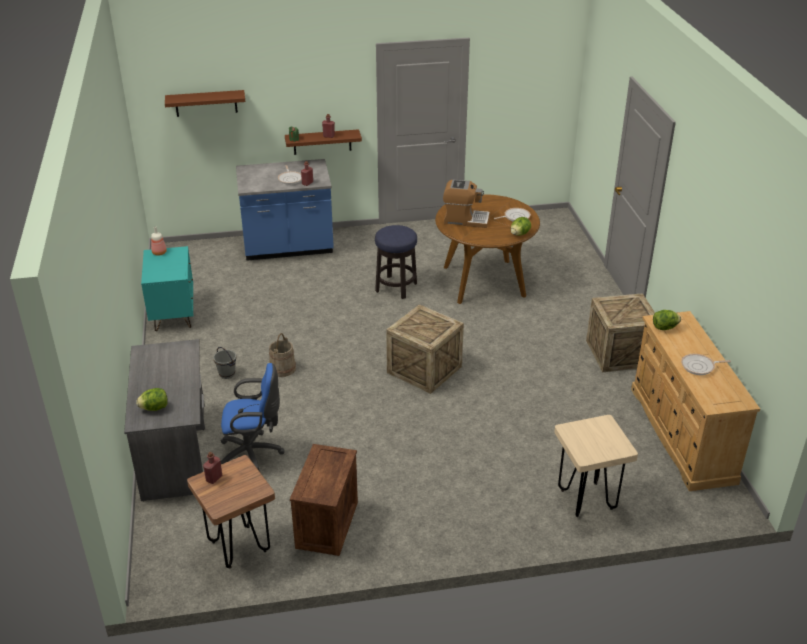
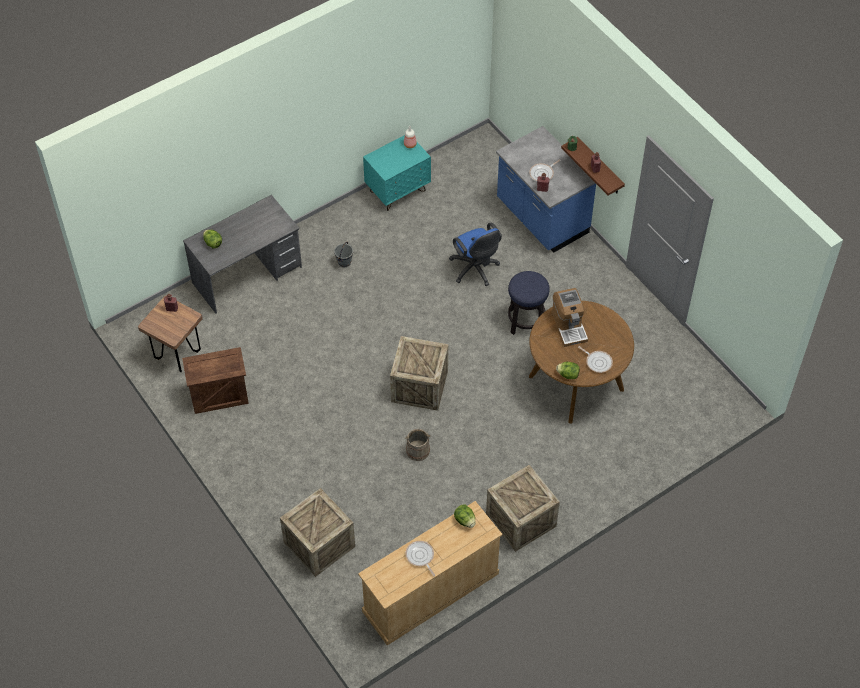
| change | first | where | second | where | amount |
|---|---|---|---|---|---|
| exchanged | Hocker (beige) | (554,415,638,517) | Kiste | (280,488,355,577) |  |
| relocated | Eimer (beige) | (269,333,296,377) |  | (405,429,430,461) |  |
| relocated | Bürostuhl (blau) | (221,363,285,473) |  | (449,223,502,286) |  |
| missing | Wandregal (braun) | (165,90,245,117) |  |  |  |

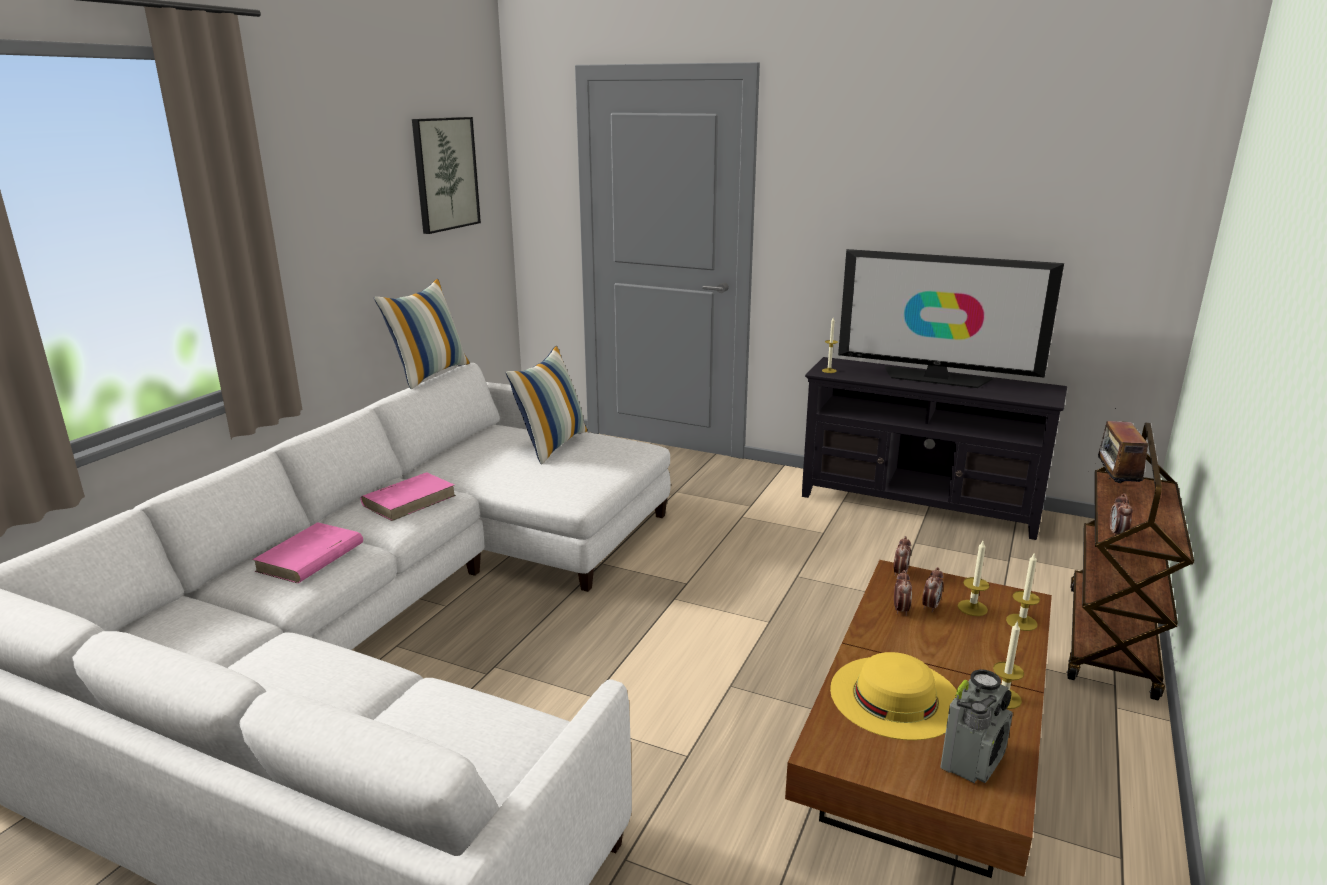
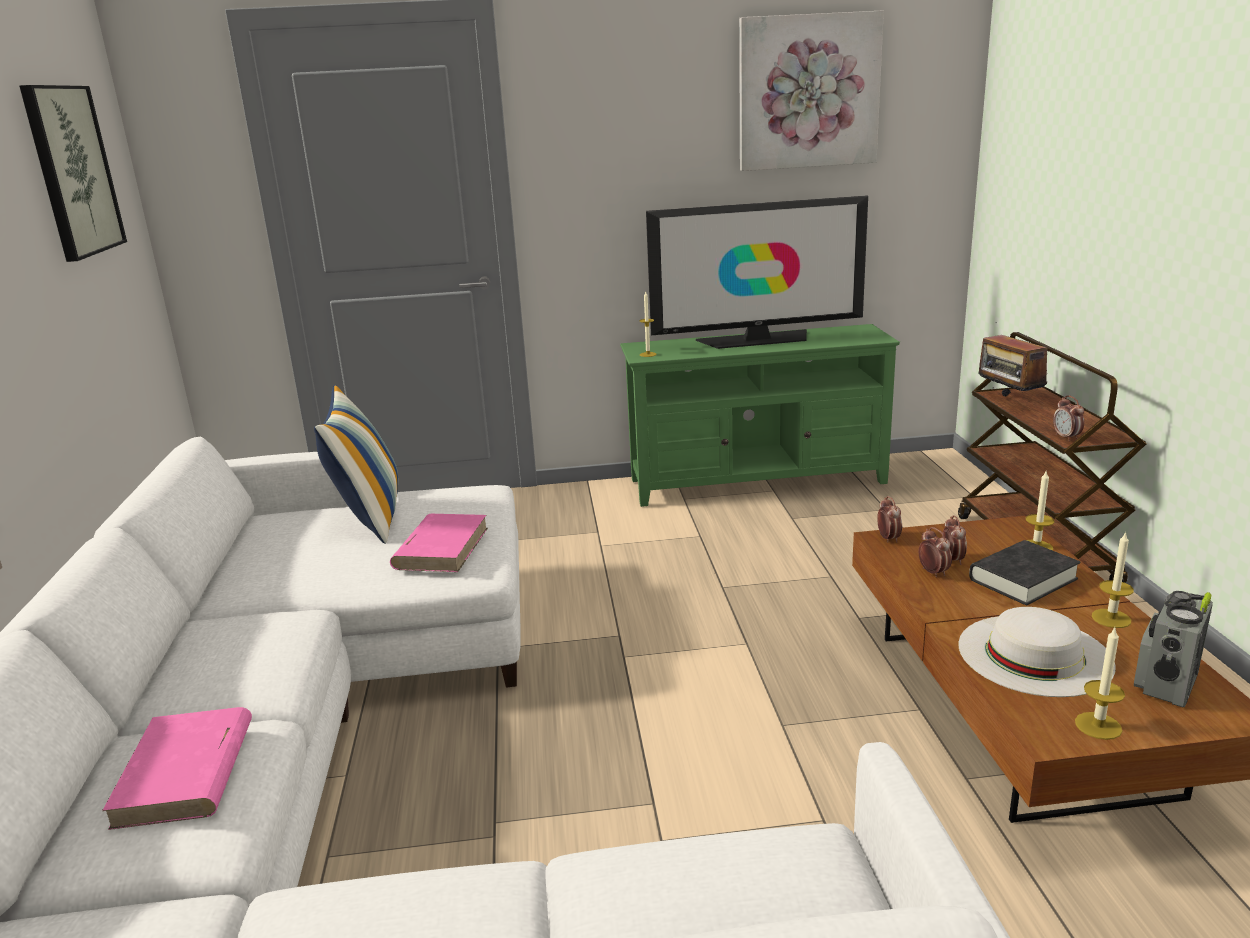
| change | first | where | second | where | amount |
|---|---|---|---|---|---|
| relocated | Buch (rosa) | (361,472,456,521) |  | (390,514,488,572) |  |
| colour | Fernsehschrank (schwarz) | (802,357,1067,540) | Fernsehschrank (grün) | (620,324,900,507) |  |
| appeared |  |  | Bild | (739,10,884,171) |  |
| colour | Hut (gelb) | (830,652,957,740) | Hut (weiß) | (958,607,1115,697) |  |
| appeared |  |  | Buch (schwarz) | (969,540,1080,605) |  |
| relocated | Kerze | (958,541,990,616) |  | (1075,628,1125,740) |  |
| spun | Radio | (940,669,1013,783) |  | (1134,591,1213,707) | 150 degrees counterclockwise |
| missing | Kissen | (374,279,470,389) |  |  |  |

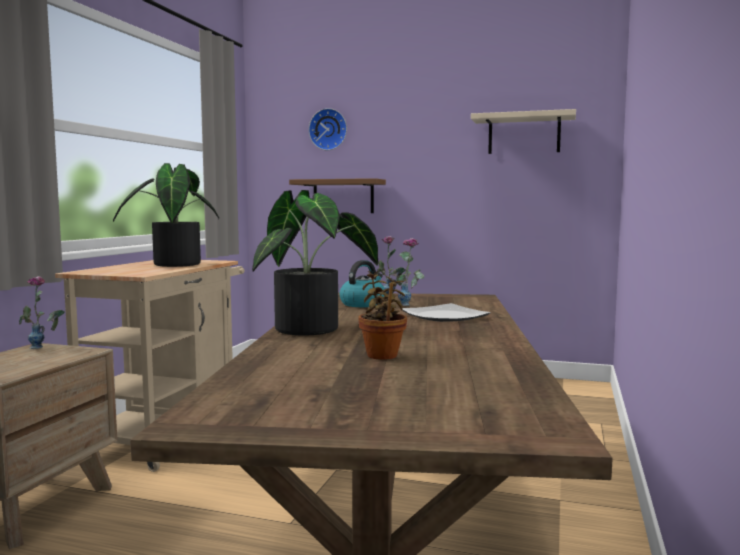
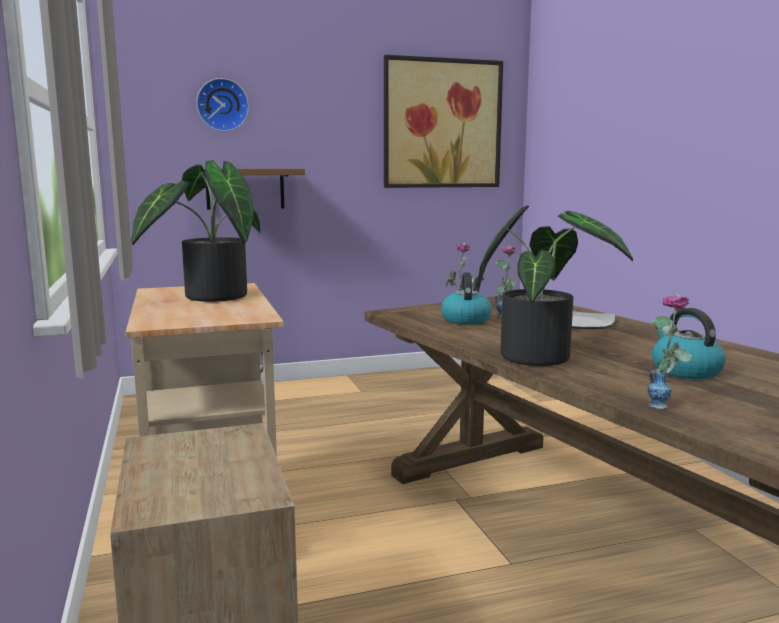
| change | first | where | second | where | amount |
|---|---|---|---|---|---|
| exchanged | Wandregal (beige) | (471,109,576,154) | Bild | (384,55,503,188) |  |
| relocated | Vase | (19,276,65,349) |  | (647,294,692,409) |  |
| exchanged | Topfpflanze | (358,271,407,360) | Wasserkessel | (652,308,726,379) |  |

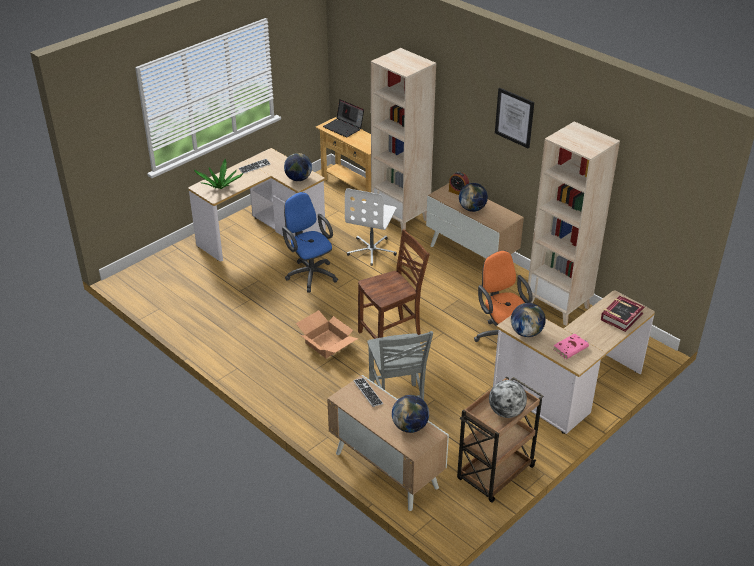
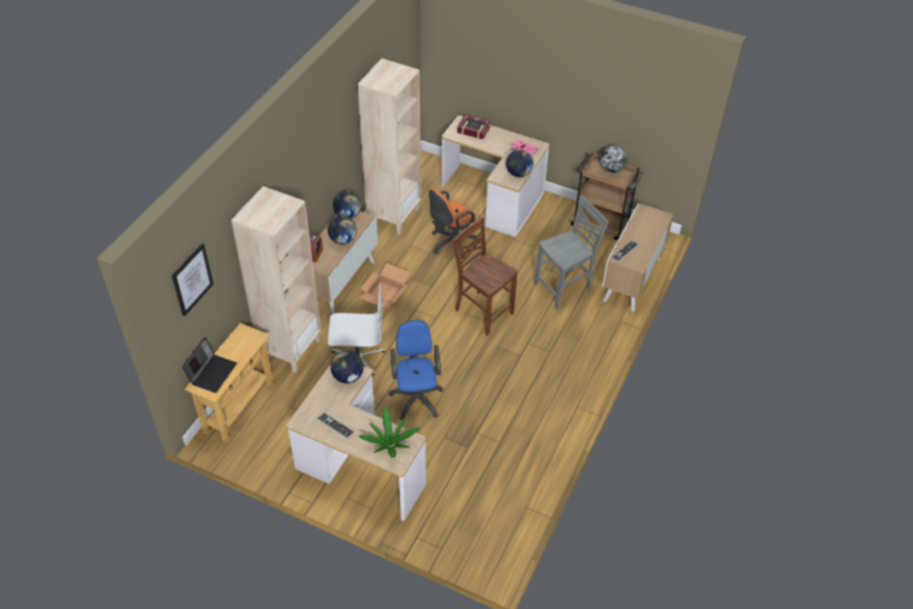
| change | first | where | second | where | amount |
|---|---|---|---|---|---|
| relocated | Bild | (495,88,534,149) |  | (172,243,213,317) |  |
| relocated | Globus | (392,395,429,433) |  | (333,191,361,219) |  |
| relocated | Karton | (296,310,358,358) |  | (359,263,410,309) |  |
| spun | Bürostuhl (blau) | (282,192,338,292) |  | (389,320,443,420) | 135 degrees clockwise |

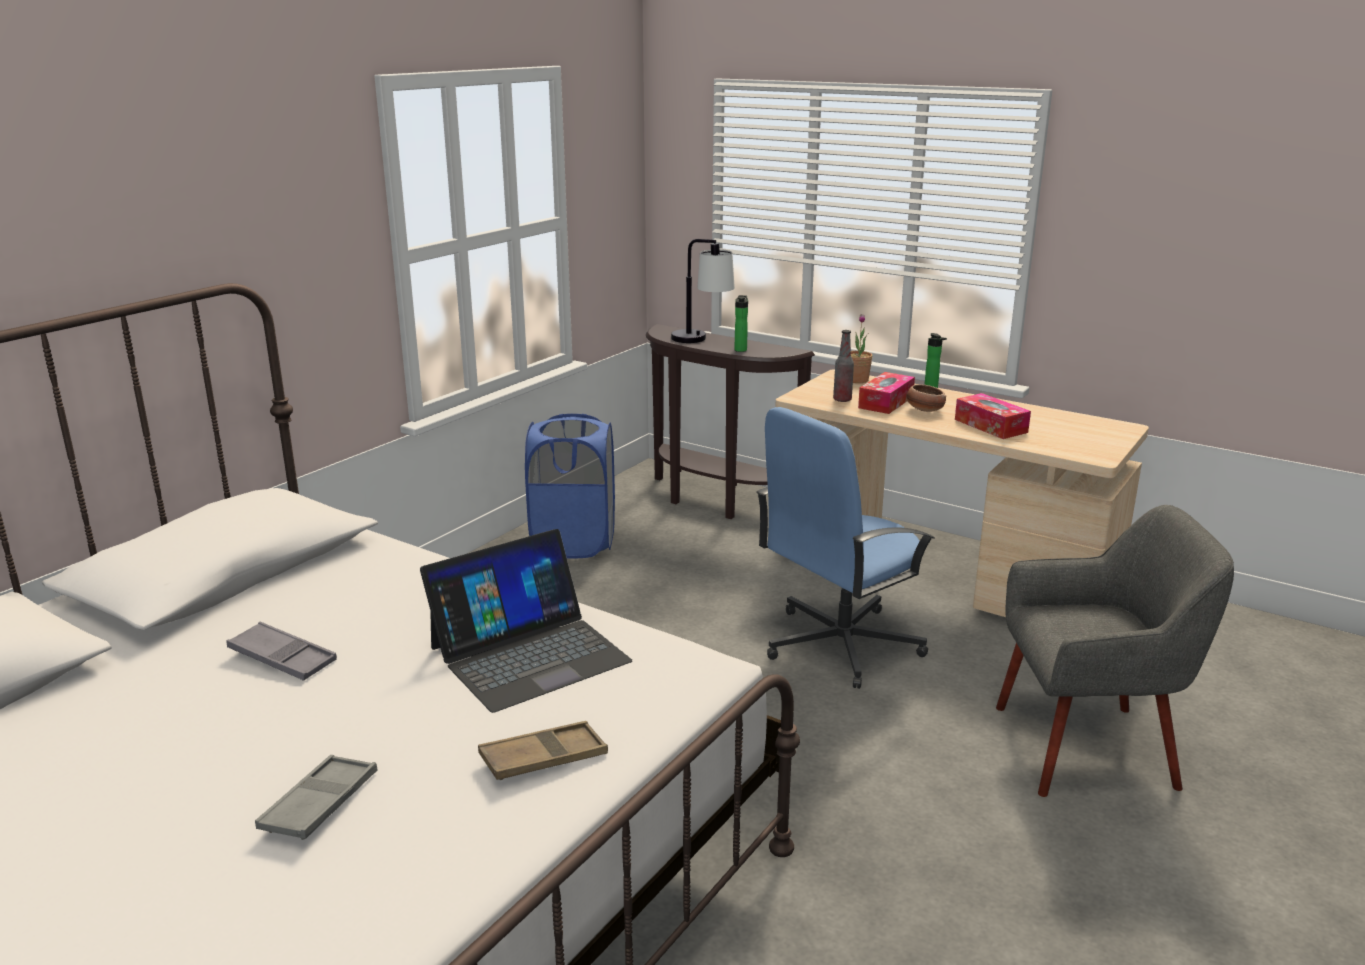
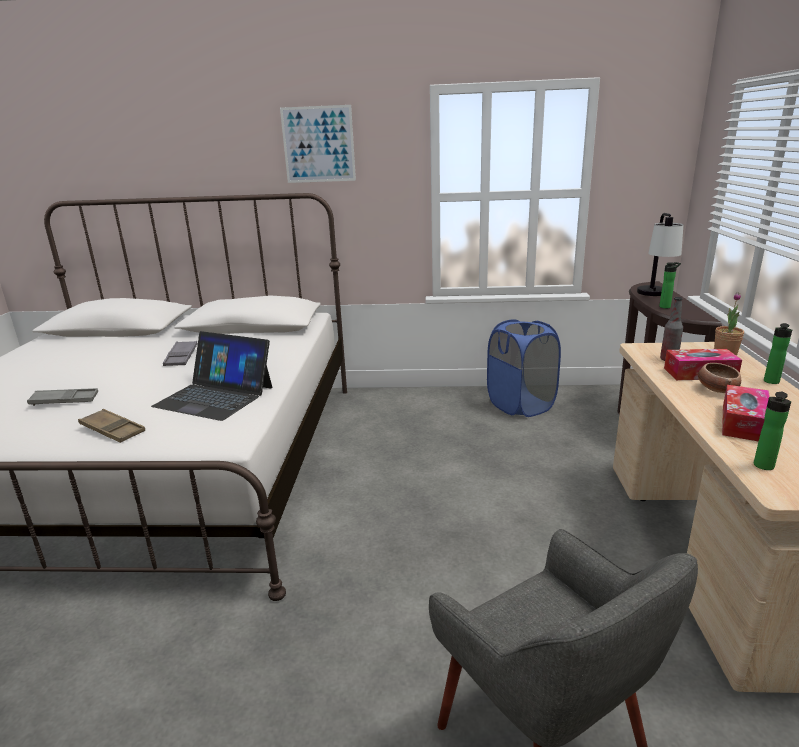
| change | first | where | second | where | amount |
|---|---|---|---|---|---|
| appeared |  |  | Bild | (280,105,356,183) |  |
| appeared |  |  | Flasche | (754,392,791,470) |  |
| missing | Bürostuhl (blau) | (756,407,935,689) |  |  |  |

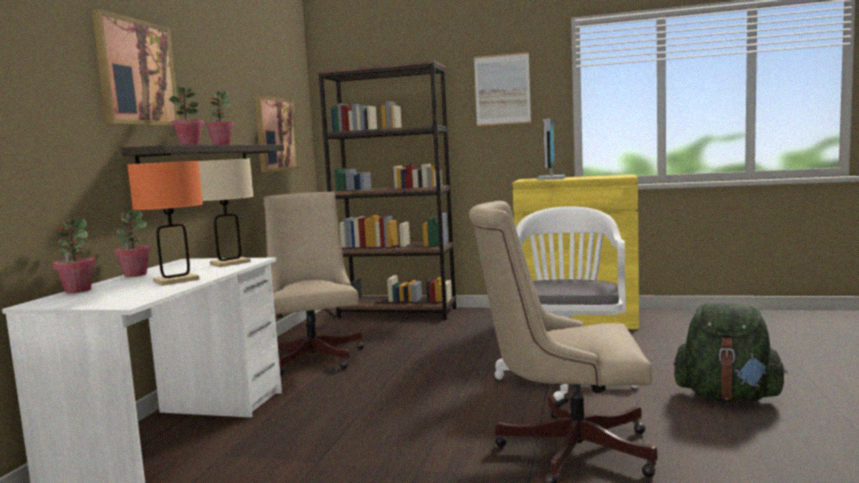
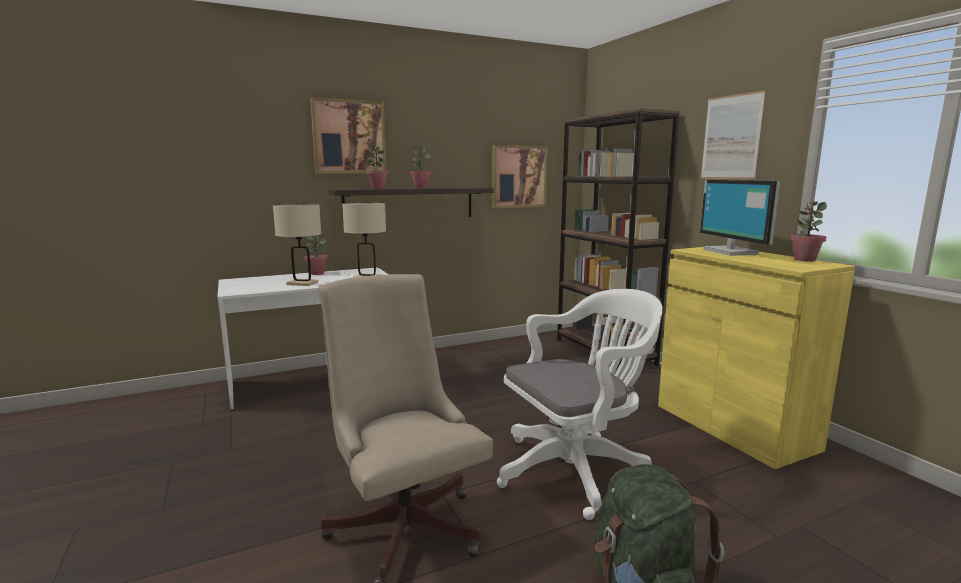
| change | first | where | second | where | amount |
|---|---|---|---|---|---|
| colour | Tischlampe (orange) | (127,161,203,286) | Tischlampe (beige) | (273,204,321,286) |  |
| spun | Monitor | (537,119,565,180) |  | (700,180,780,256) | 105 degrees clockwise |
| relocated | Topfpflanze | (53,219,96,293) |  | (790,201,827,262) |  |
| missing | Bürostuhl (beige) | (263,192,364,375) |  |  |  |

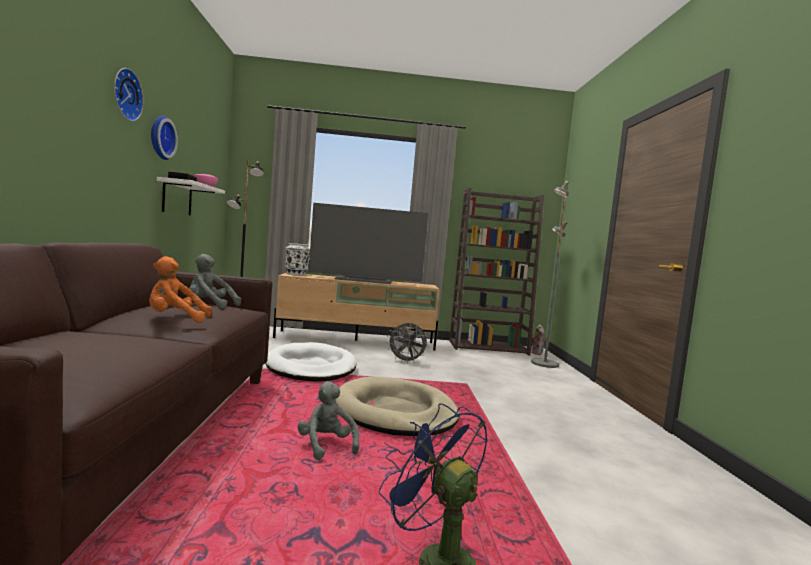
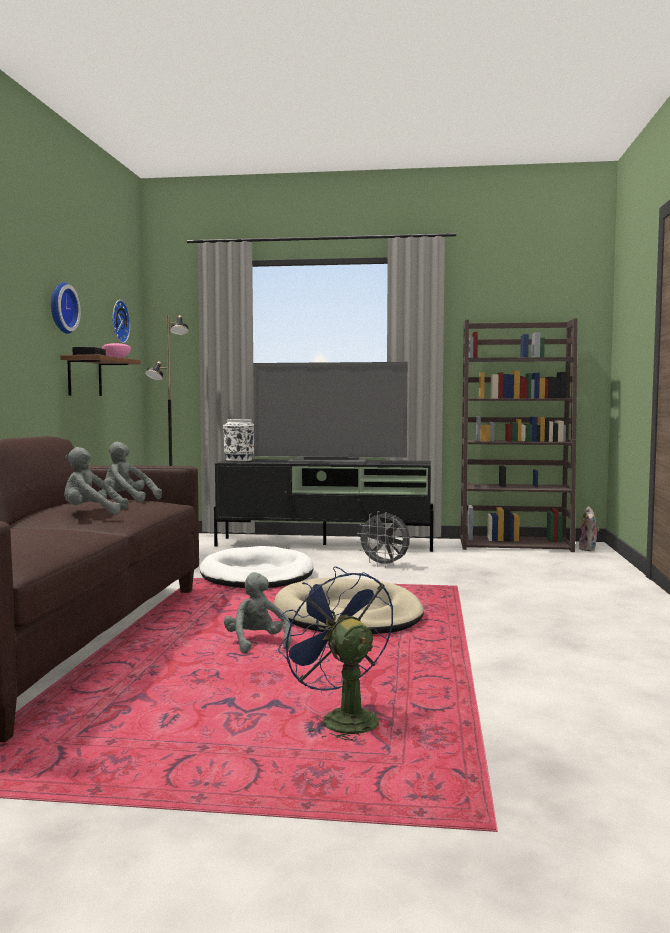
| change | first | where | second | where | amount |
|---|---|---|---|---|---|
| colour | Wandregal (weiß) | (157,177,225,216) | Wandregal (braun) | (60,355,141,396) |  |
| colour | Plüschtier (orange) | (149,256,212,322) | Plüschtier (grau) | (64,447,128,515) |  |
| relocated | Wanduhr | (114,68,144,121) |  | (112,300,130,343) |  |
| colour | Fernsehschrank (beige) | (273,273,440,351) | Fernsehschrank (schwarz) | (214,459,434,552) |  |
| missing | Stehlampe (grau) | (531,181,569,368) |  |  |  |

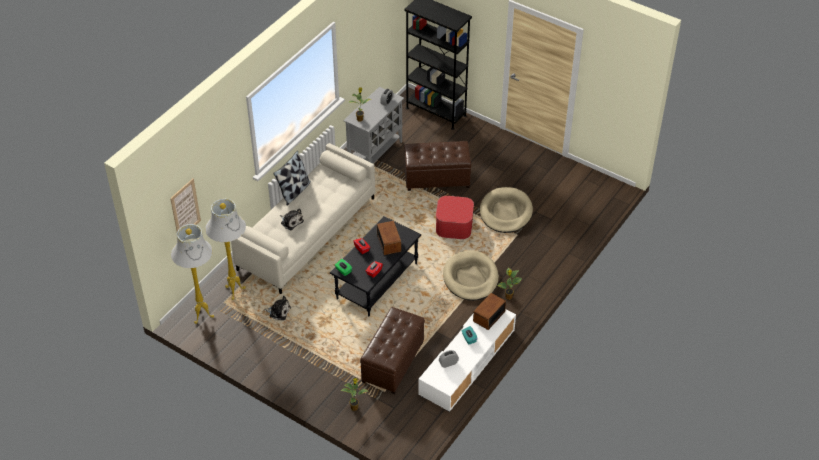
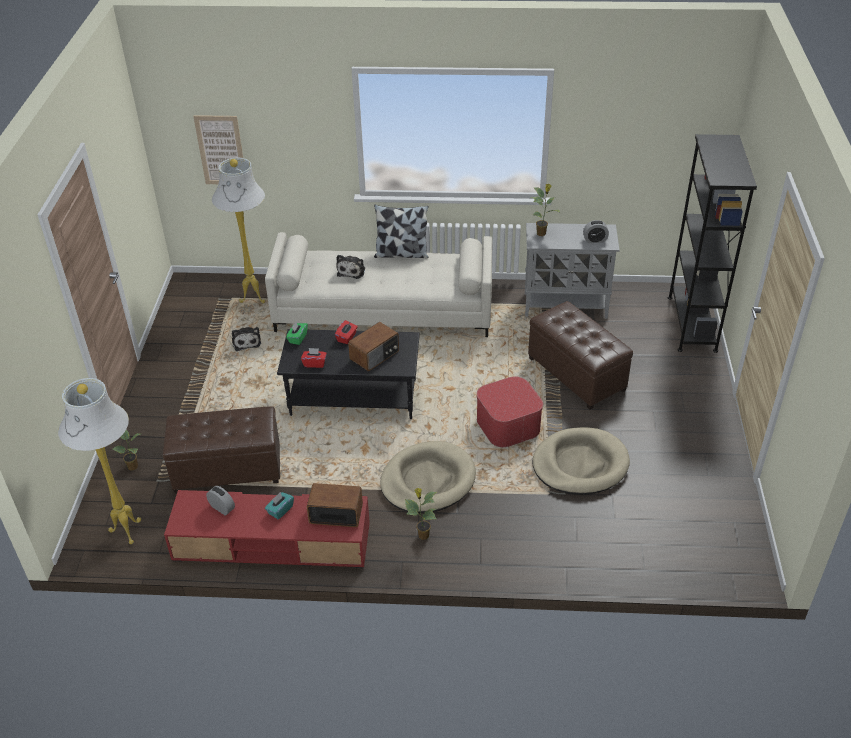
| change | first | where | second | where | amount |
|---|---|---|---|---|---|
| relocated | Stehlampe (weiß) | (171,224,214,324) |  | (58,378,141,544) |  |
| colour | Fernsehschrank (weiß) | (418,310,516,412) | Fernsehschrank (rot) | (164,490,370,568) |  |

